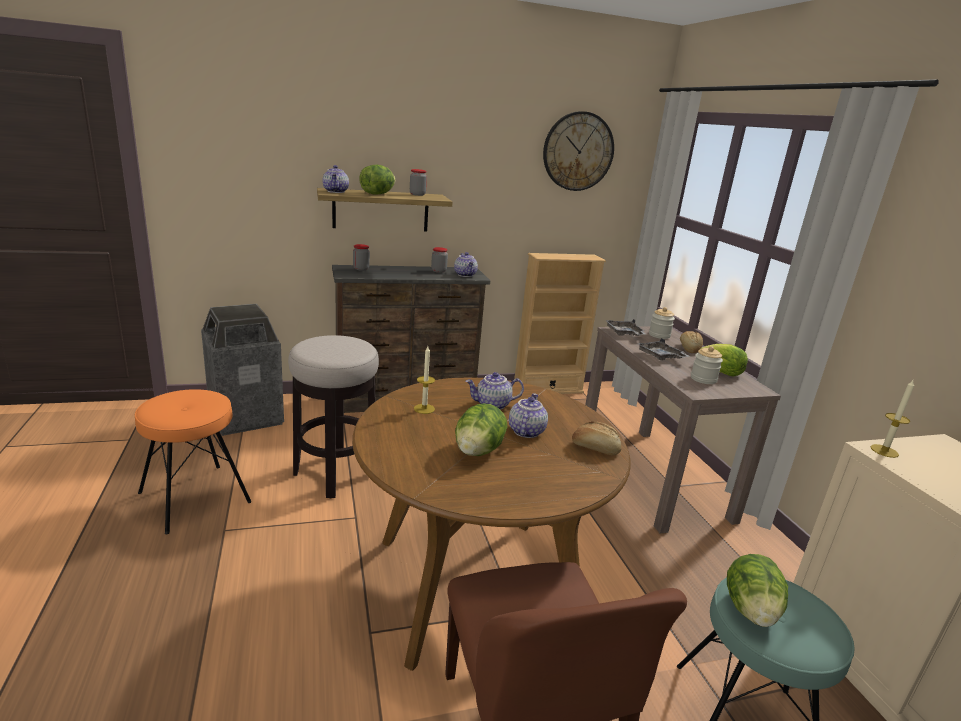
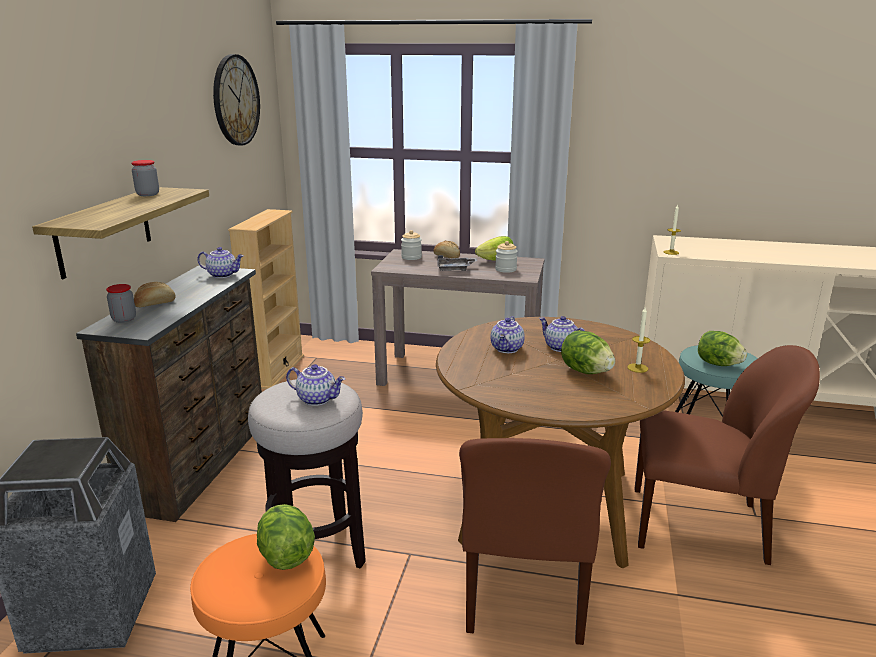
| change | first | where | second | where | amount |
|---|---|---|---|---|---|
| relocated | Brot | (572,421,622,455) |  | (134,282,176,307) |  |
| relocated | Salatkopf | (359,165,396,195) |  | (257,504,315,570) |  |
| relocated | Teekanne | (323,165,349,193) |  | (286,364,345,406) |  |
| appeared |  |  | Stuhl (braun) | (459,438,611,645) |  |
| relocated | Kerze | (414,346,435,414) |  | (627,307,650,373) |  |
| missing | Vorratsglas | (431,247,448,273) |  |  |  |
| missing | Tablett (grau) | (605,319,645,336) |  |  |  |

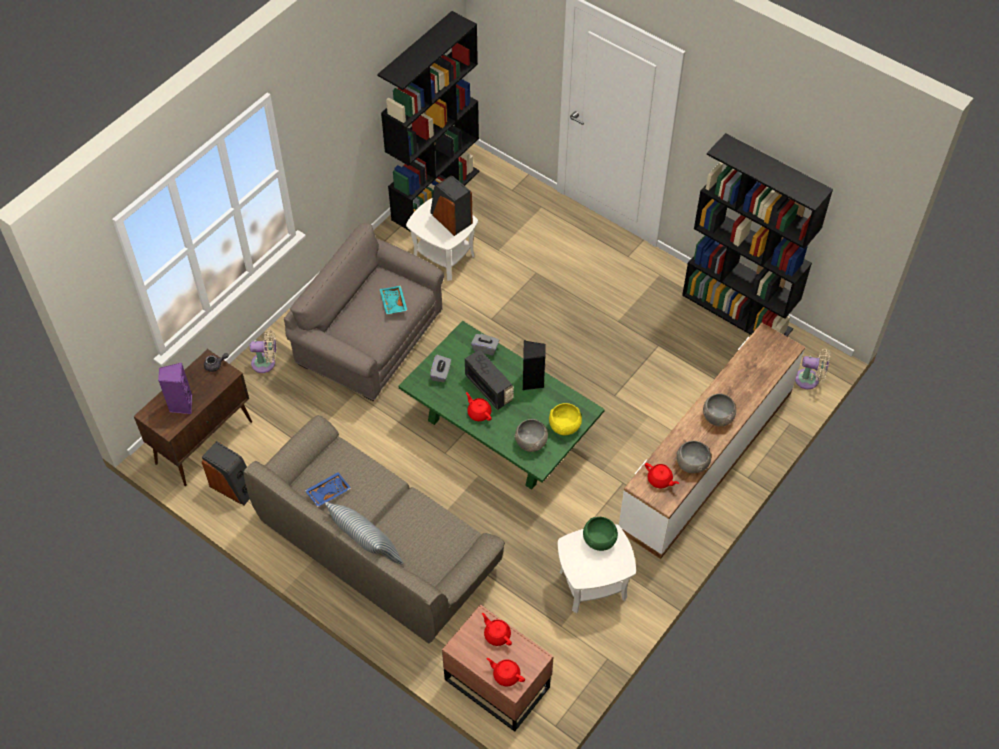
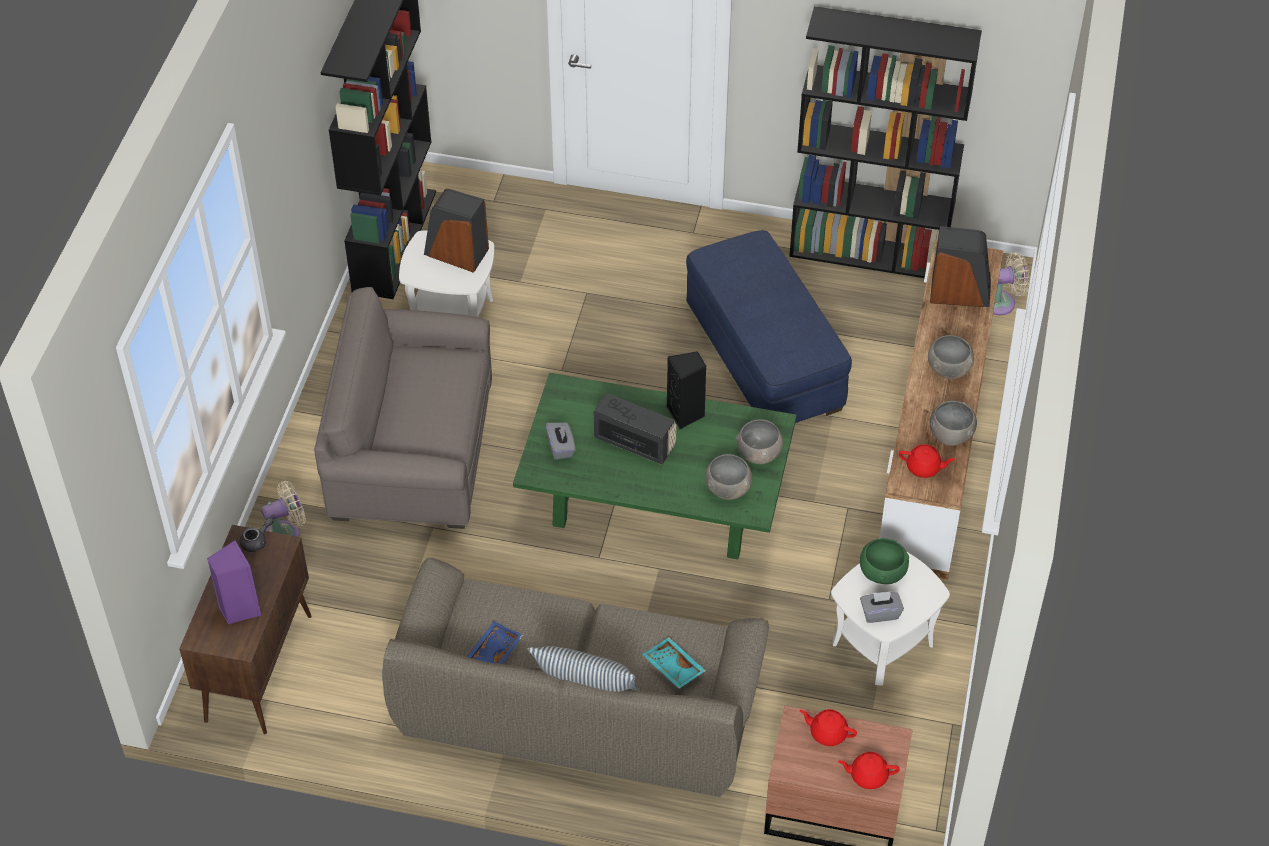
| change | first | where | second | where | amount |
|---|---|---|---|---|---|
| relocated | Tablett (türkis) | (380,286,408,314) |  | (642,637,706,689) |  |
| appeared |  |  | Polsterhocker (blau) | (686,230,852,423) |  |
| colour | Schüssel (gelb) | (549,403,582,435) | Schüssel (grau) | (736,419,783,464) |  |
| relocated | Taschentuchbox (grau) | (471,333,499,356) |  | (860,592,904,623) |  |
| relocated | Lautsprecher | (202,441,250,505) |  | (930,226,991,307) |  |
| missing | Teekanne (rot) | (466,392,492,421) |  |  |  |

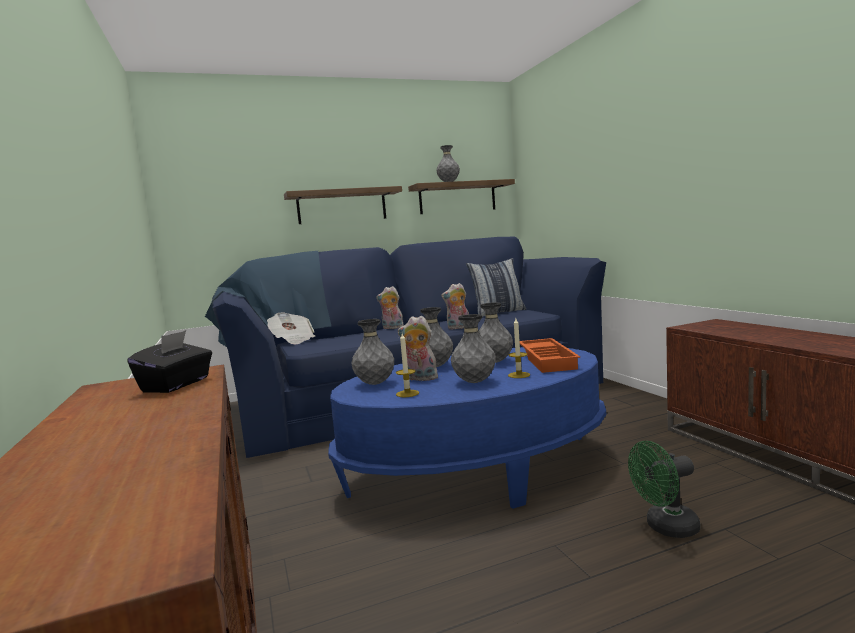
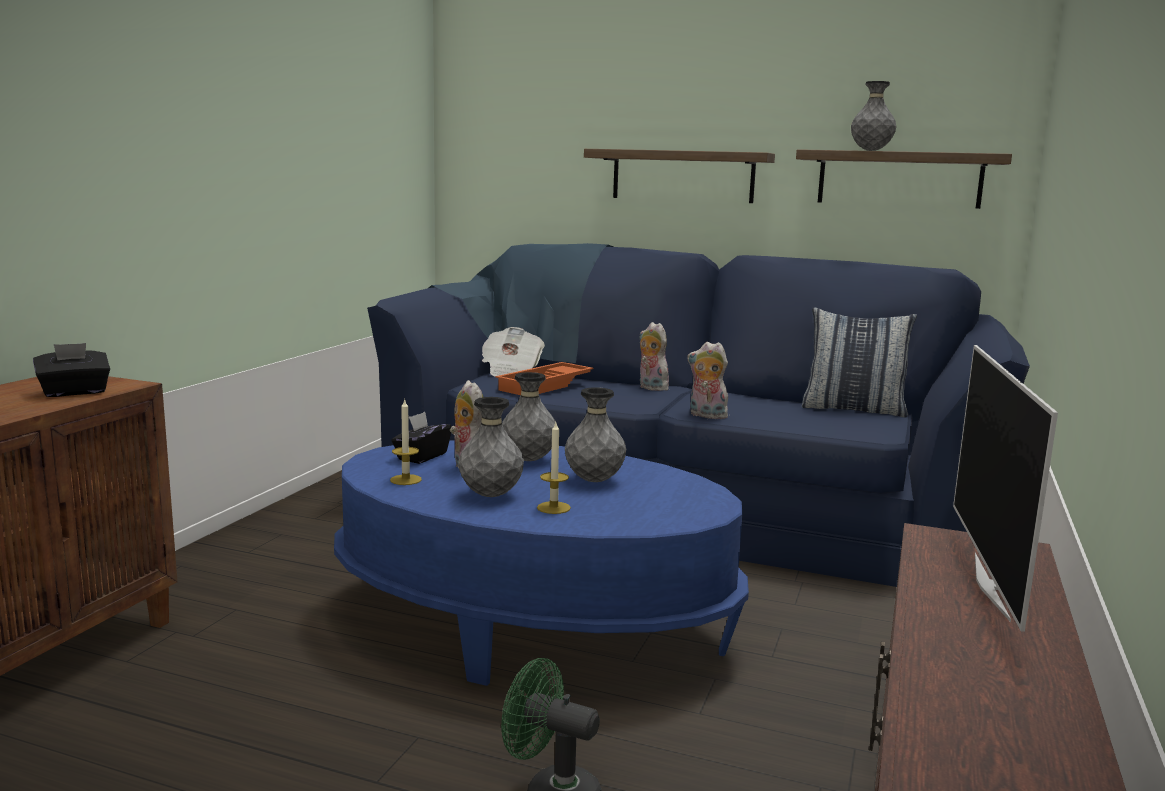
| change | first | where | second | where | amount |
|---|---|---|---|---|---|
| exchanged | Vase (grau) | (352,319,394,385) | Taschentuchbox (schwarz) | (391,412,451,464) |  |
| relocated | Tablett (orange) | (520,338,580,373) |  | (495,362,593,395) |  |
| appeared |  |  | Fernseher | (953,345,1058,632) |  |

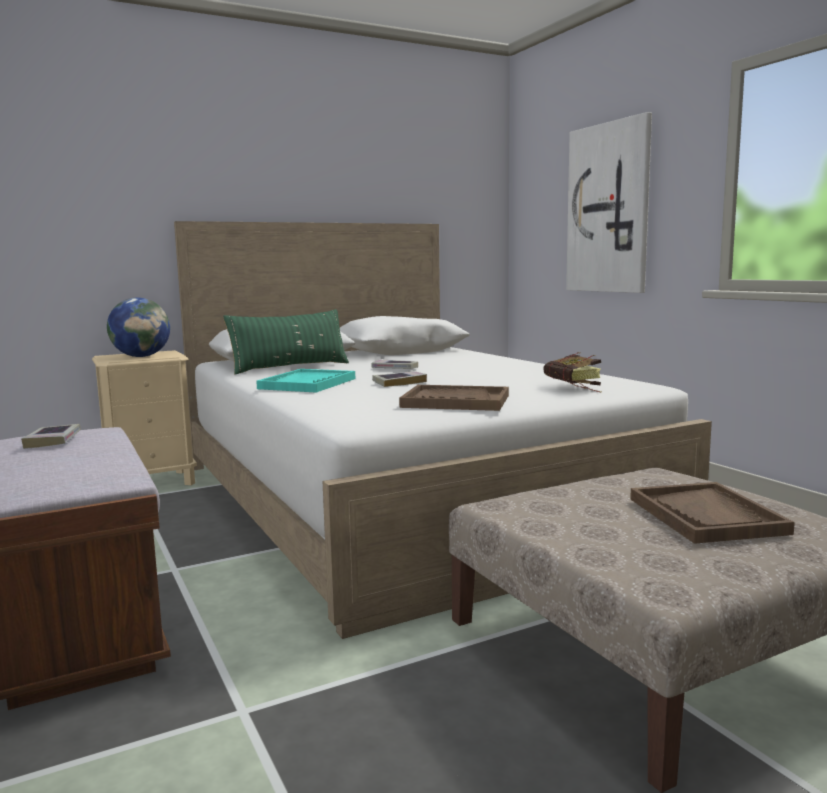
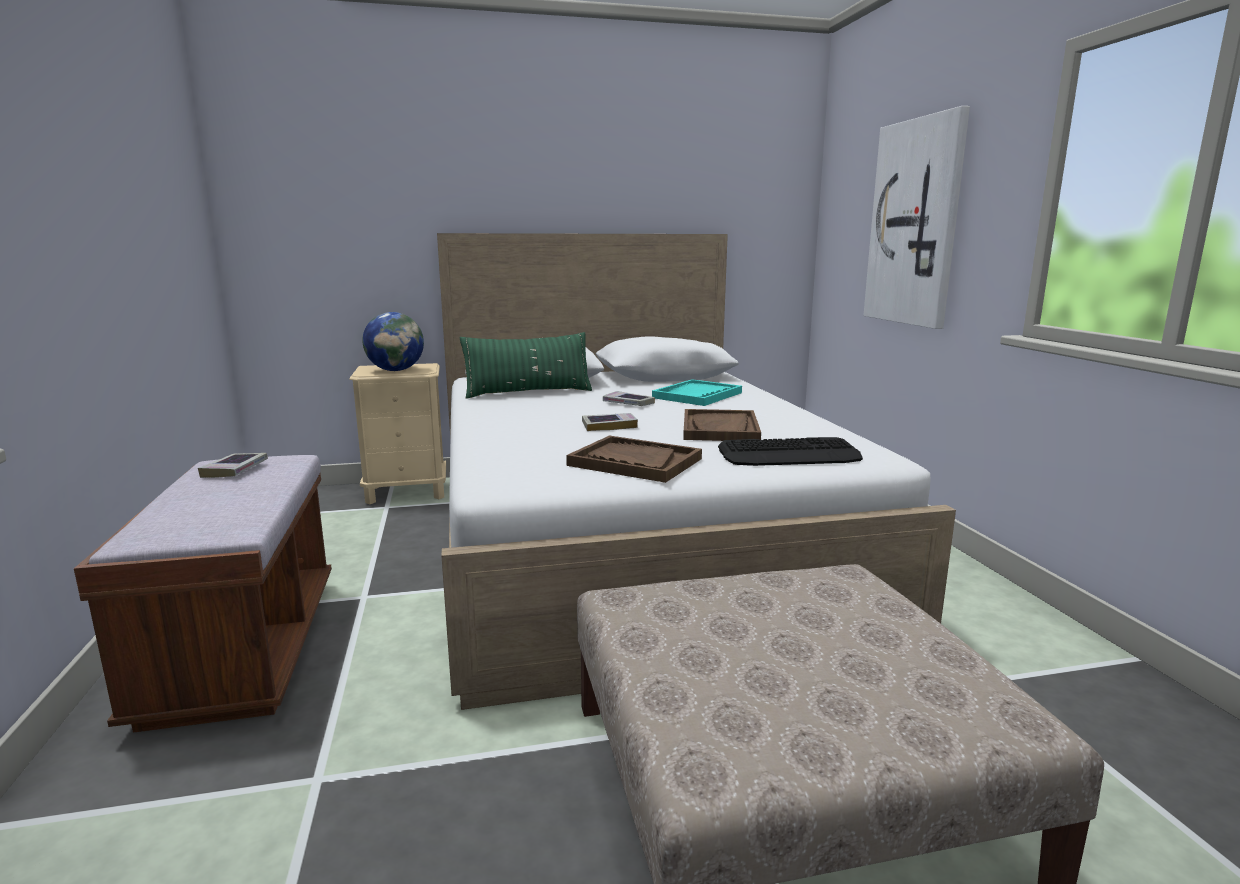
| change | first | where | second | where | amount |
|---|---|---|---|---|---|
| relocated | Tablett (türkis) | (256,369,355,393) |  | (652,379,742,406) |  |
| relocated | Tablett (braun) | (630,482,795,544) |  | (683,409,761,441) |  |
| exchanged | Buch | (543,352,601,393) | Tastatur | (718,437,863,466) |  |

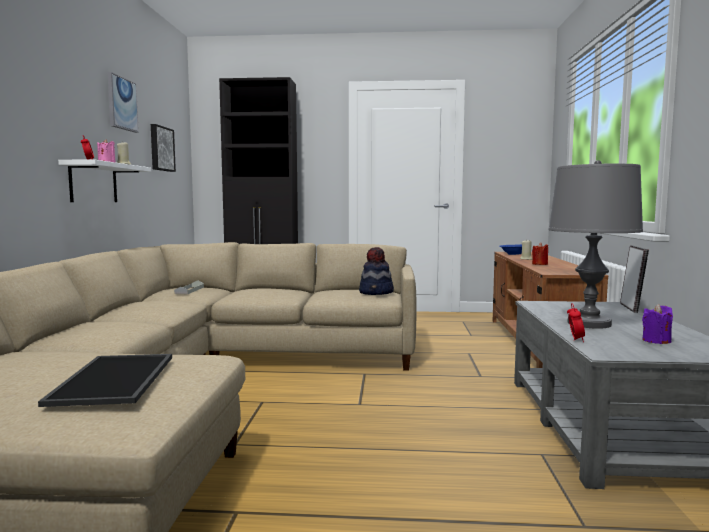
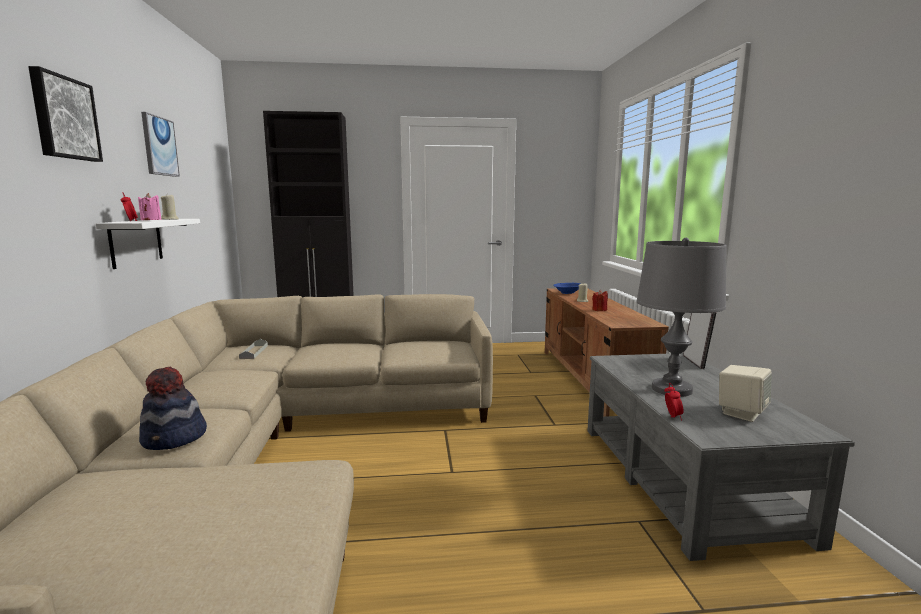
| change | first | where | second | where | amount |
|---|---|---|---|---|---|
| relocated | Bild | (151,124,176,172) |  | (28,66,103,162) |  |
| relocated | Hut | (359,247,394,295) |  | (139,367,207,450) |  |
| exchanged | Kerze (lila) | (642,304,673,344) | Lautsprecher (beige) | (719,365,772,422) |  |
| missing | Tablett | (38,354,172,407) |  |  |  |

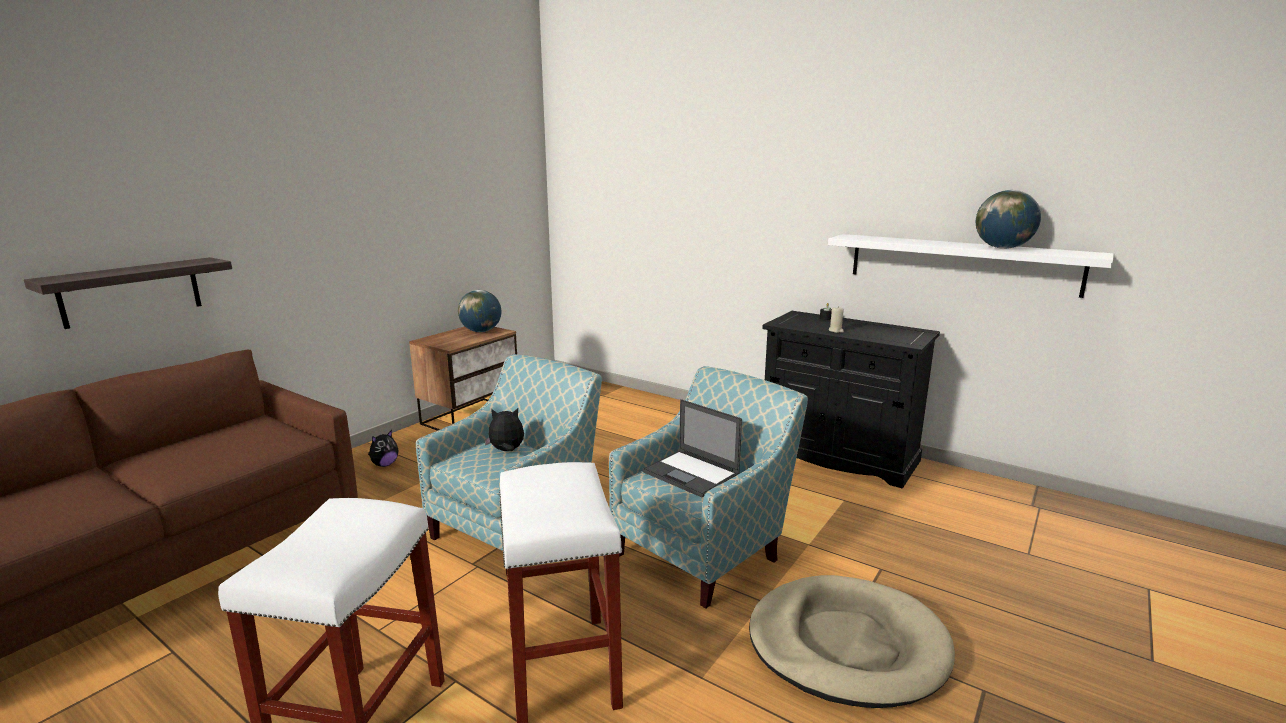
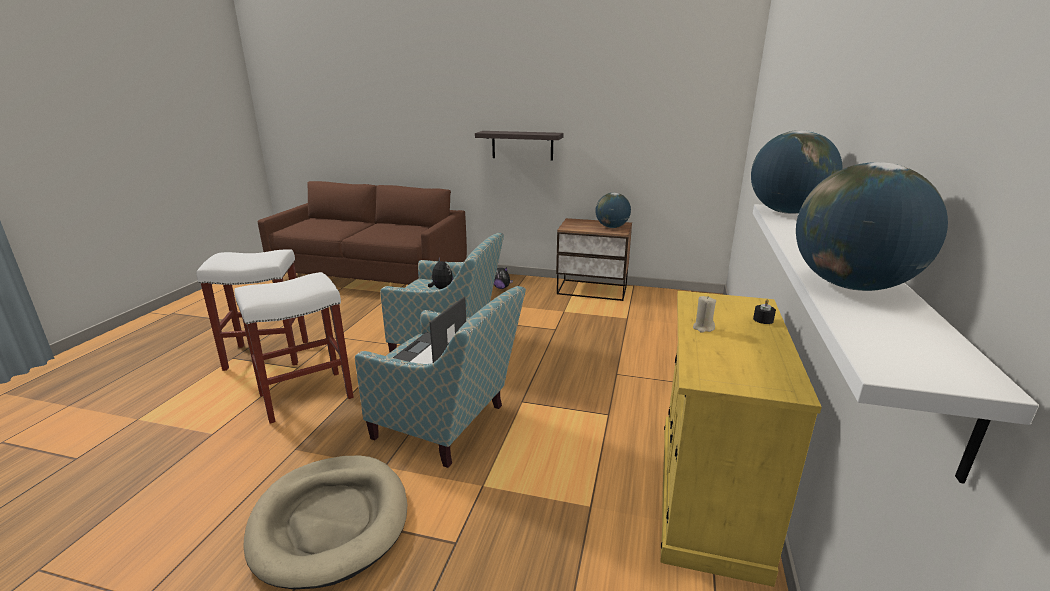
| change | first | where | second | where | amount |
|---|---|---|---|---|---|
| relocated | Wandregal | (24,257,232,329) |  | (475,131,564,161) |  |
| colour | Schrank (schwarz) | (762,311,940,488) | Schrank (gelb) | (661,290,822,587) |  |
| appeared |  |  | Globus | (751,130,842,214) |  |

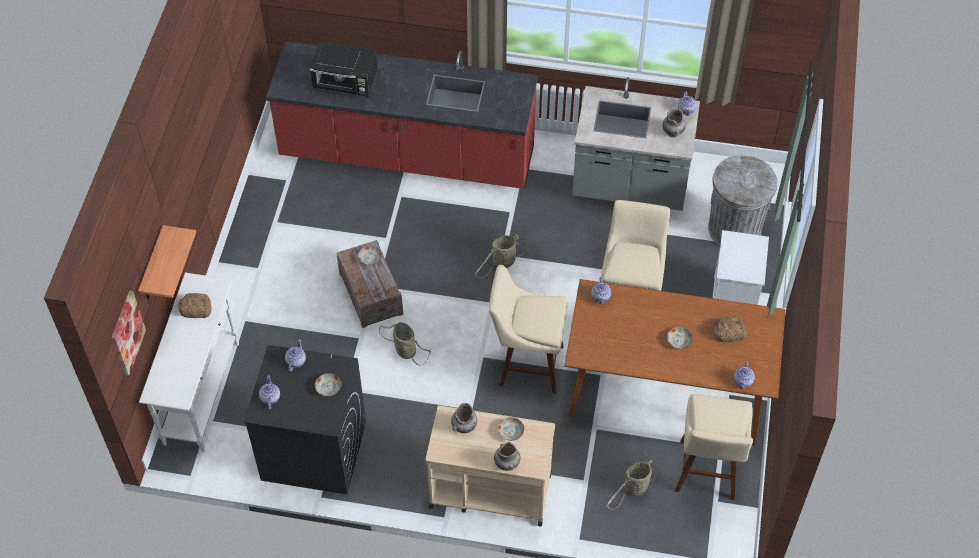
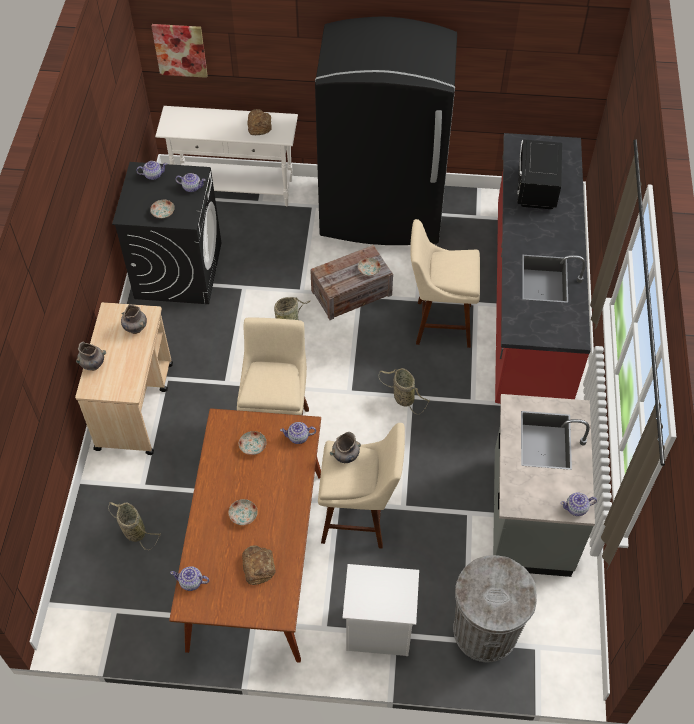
| change | first | where | second | where | amount |
|---|---|---|---|---|---|
| relocated | Teller | (498,417,524,441) |  | (239,431,267,455) |  |
| appeared |  |  | Kühlschrank (schwarz) | (315,17,457,245) |  |
| relocated | Vase (grau) | (662,108,686,137) |  | (330,432,361,463) |  |
| relocated | Hocker (beige) | (675,394,753,500) |  | (411,219,480,348) |  |
| missing | Wandregal | (138,225,196,299) |  |  |  |

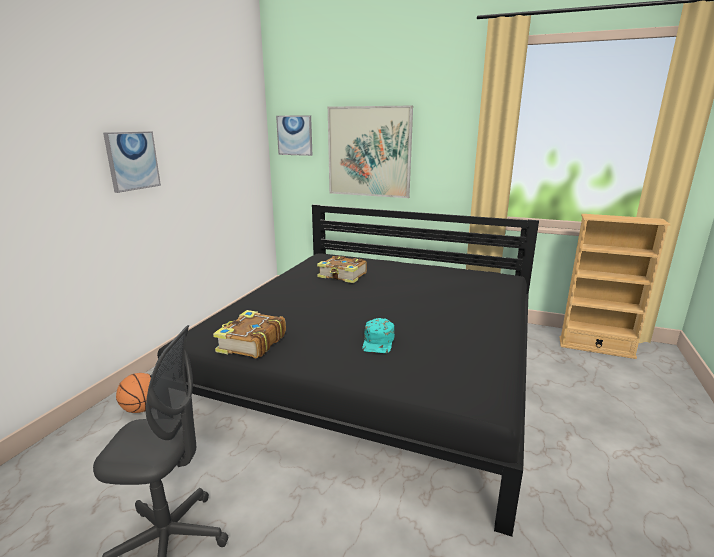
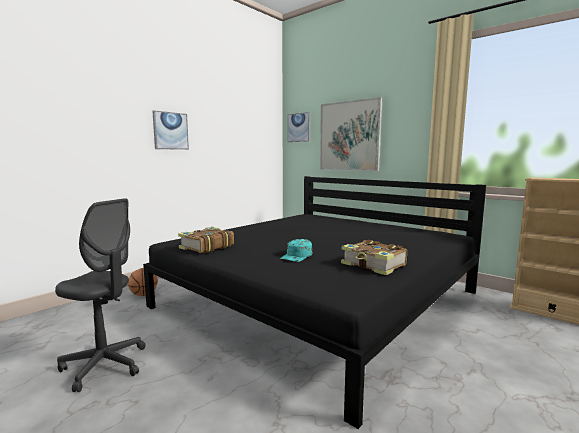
| change | first | where | second | where | amount |
|---|---|---|---|---|---|
| relocated | Buch | (317,255,367,283) |  | (341,240,407,275) |  |

